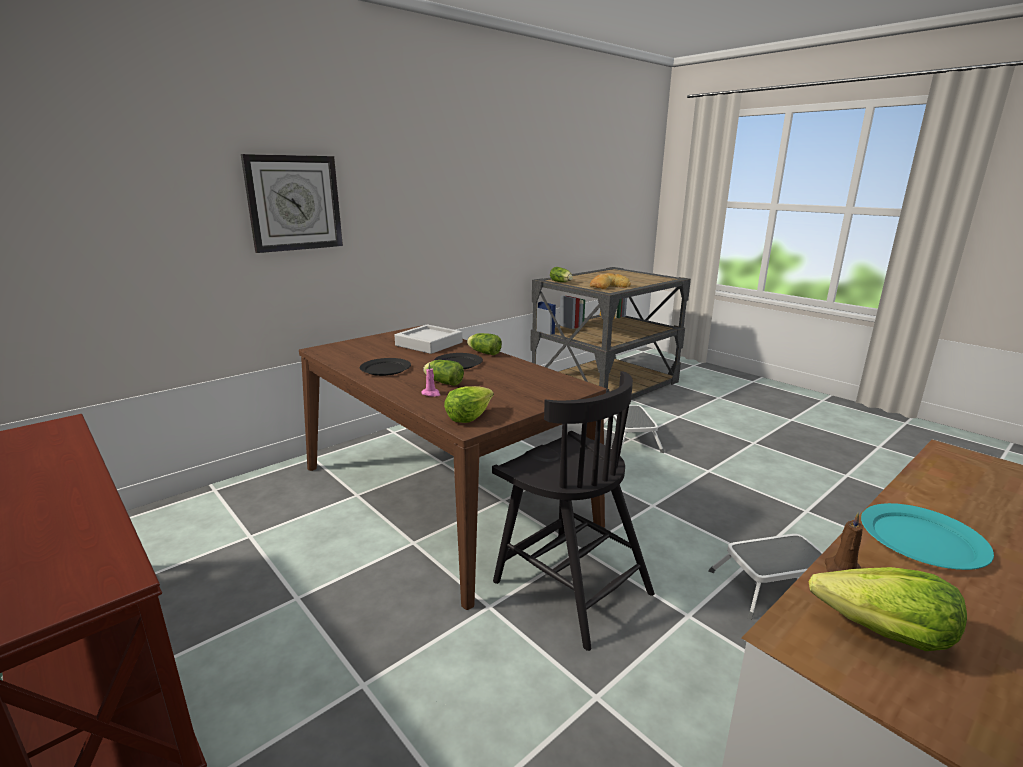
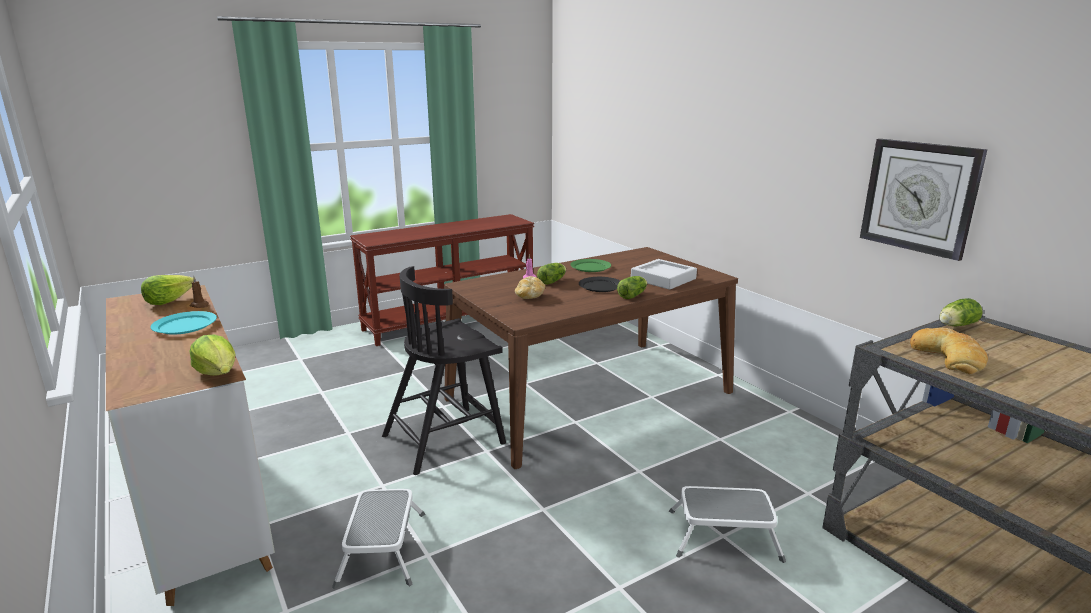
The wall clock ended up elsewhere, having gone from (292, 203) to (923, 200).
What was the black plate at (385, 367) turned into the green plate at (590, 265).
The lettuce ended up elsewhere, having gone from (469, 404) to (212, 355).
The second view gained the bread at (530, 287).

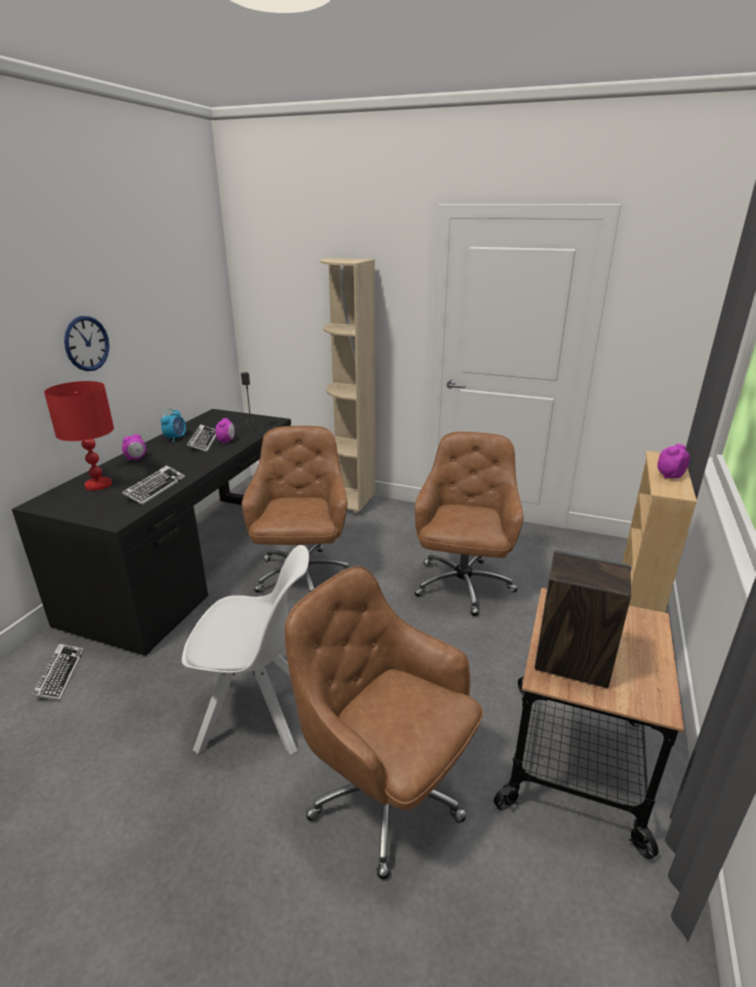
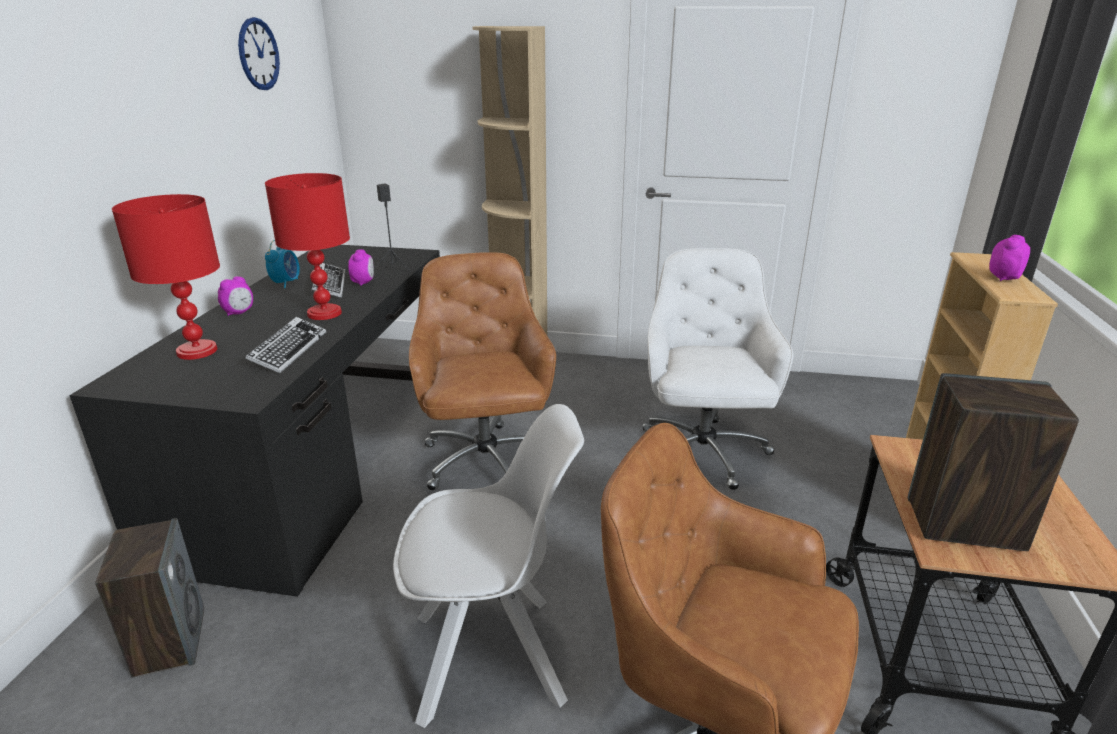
The wall clock ended up elsewhere, having gone from (86, 343) to (259, 53).
What was the brown office chair at (469, 524) turned into the white office chair at (718, 369).
Where the keyboard stood at (58, 672), the speaker came to stand at (149, 598).
The second view gained the red table lamp at (307, 246).

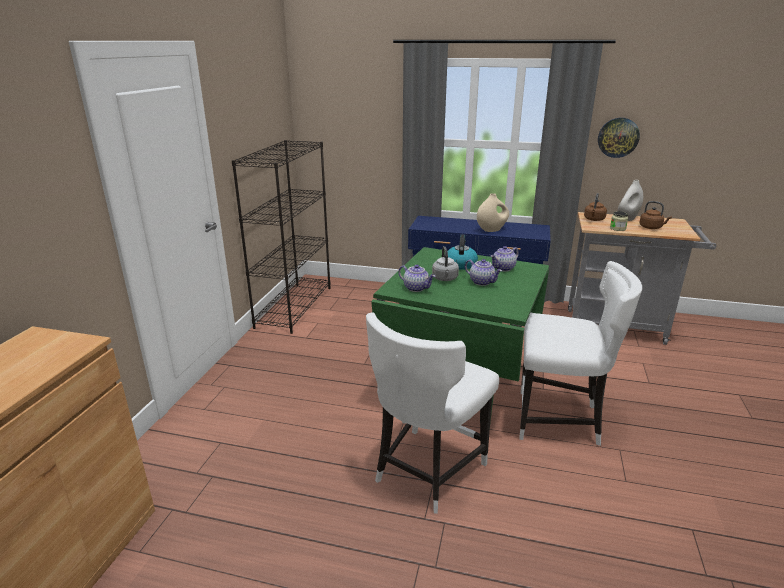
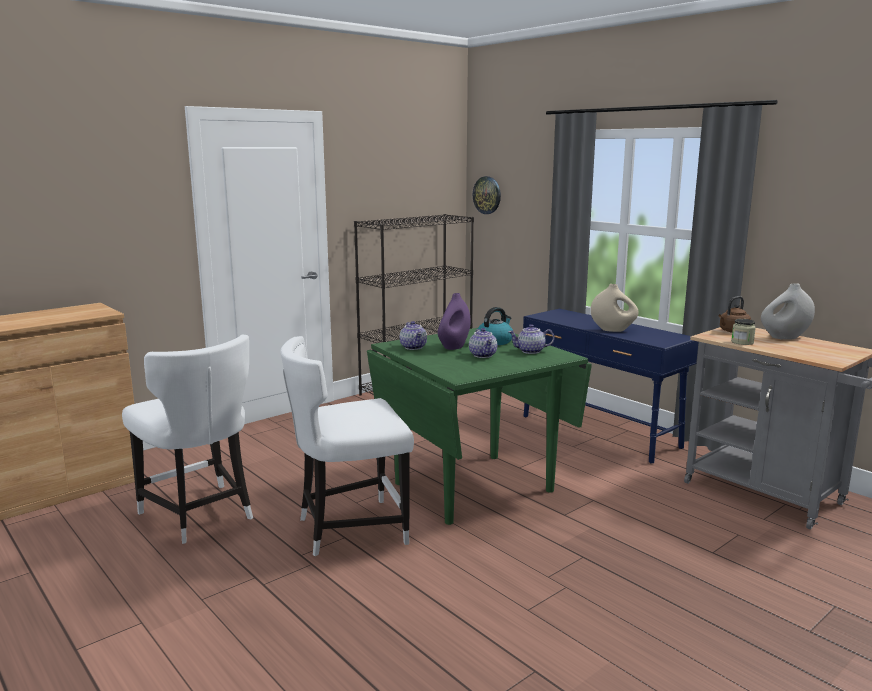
The wall clock ended up elsewhere, having gone from (619, 138) to (487, 195).
The second view lost the brown kettle at (655, 215).
Where the grey kettle stood at (445, 263), the purple vase came to stand at (454, 321).
The white chair ended up elsewhere, having gone from (580, 353) to (187, 439).

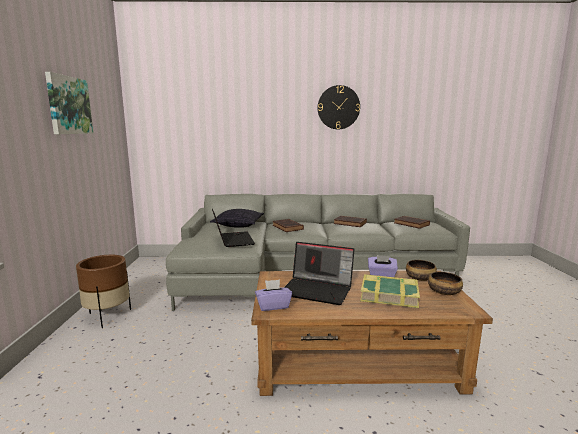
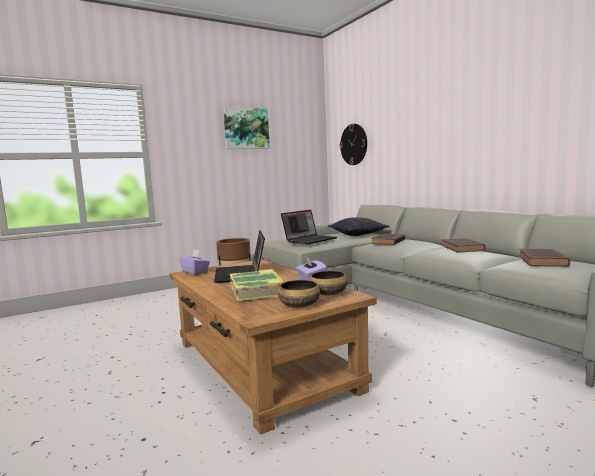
The wall clock ended up elsewhere, having gone from (339, 107) to (353, 144).

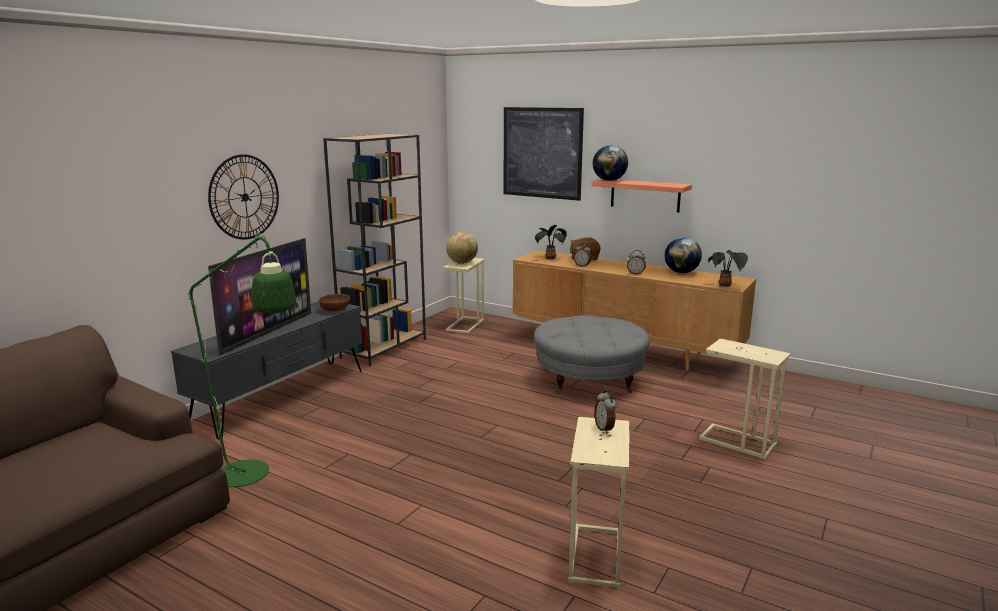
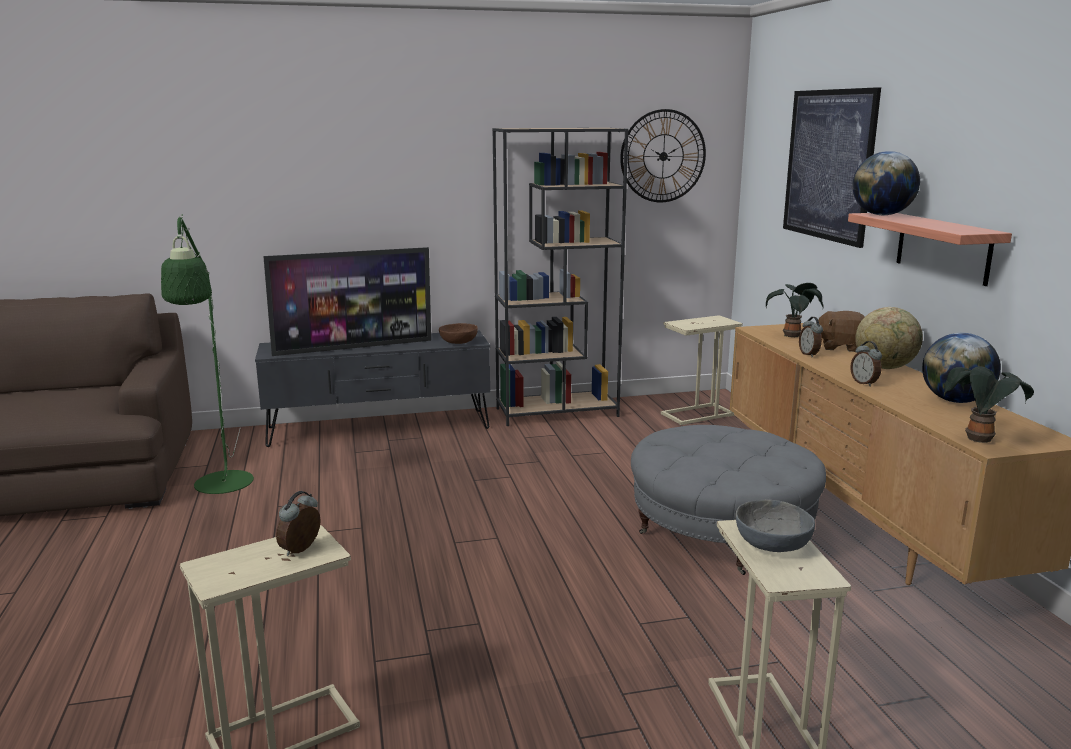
The wall clock ended up elsewhere, having gone from (243, 197) to (663, 156).
The globe ended up elsewhere, having gone from (462, 248) to (889, 338).
The second view gained the grey bowl at (775, 525).

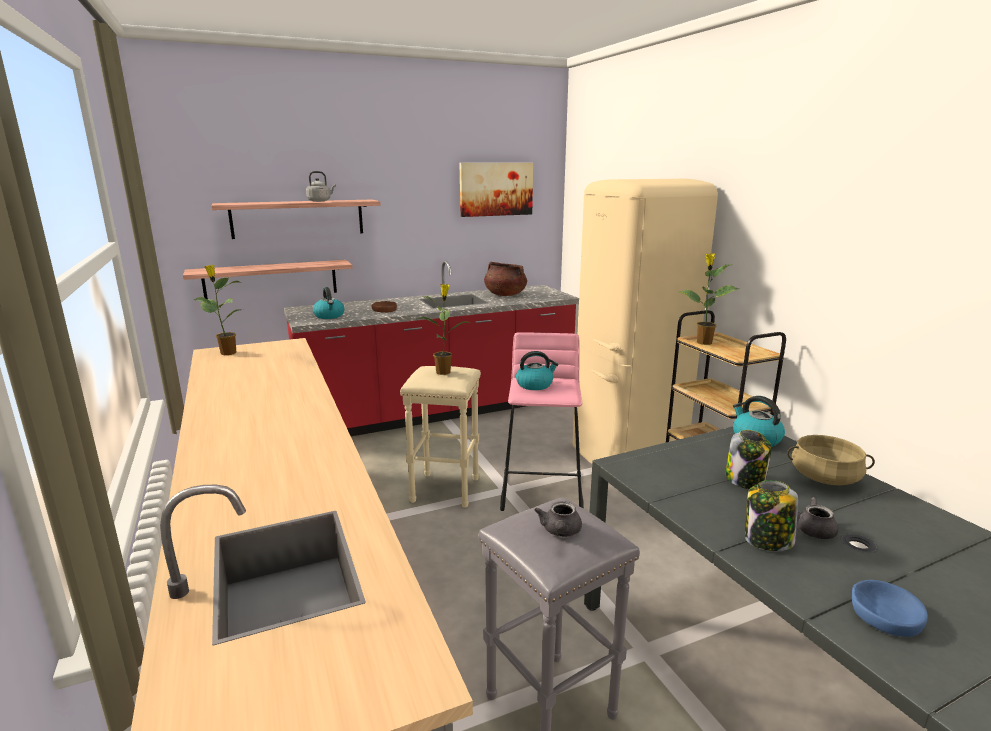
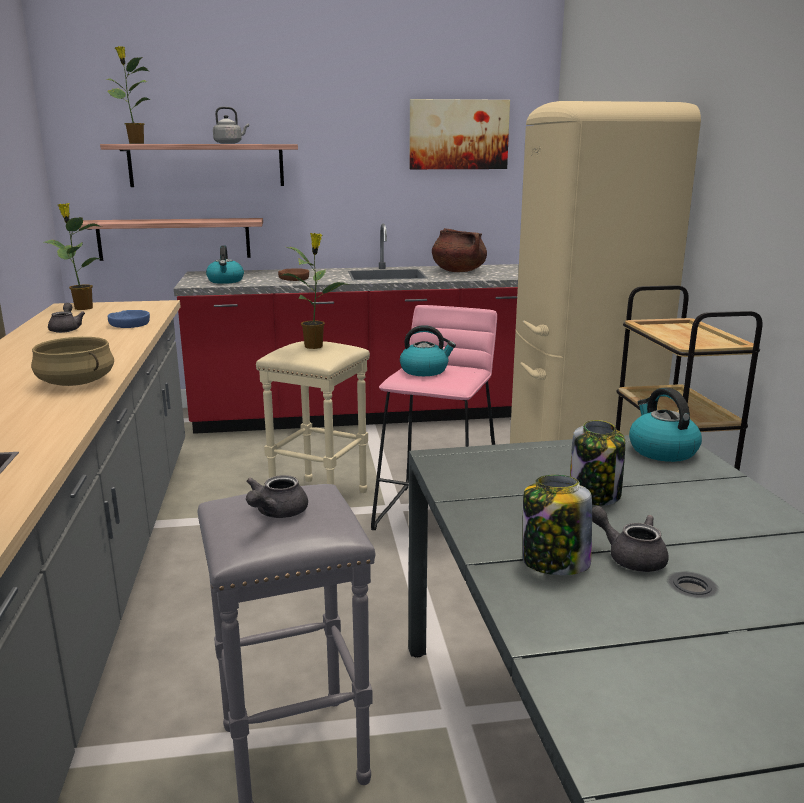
The potted plant ended up elsewhere, having gone from (709, 299) to (127, 95).
The beige cooking pot ended up elsewhere, having gone from (831, 460) to (72, 361).
The blue bowl ended up elsewhere, having gone from (890, 608) to (129, 319).
The second view gained the grey teapot at (66, 318).

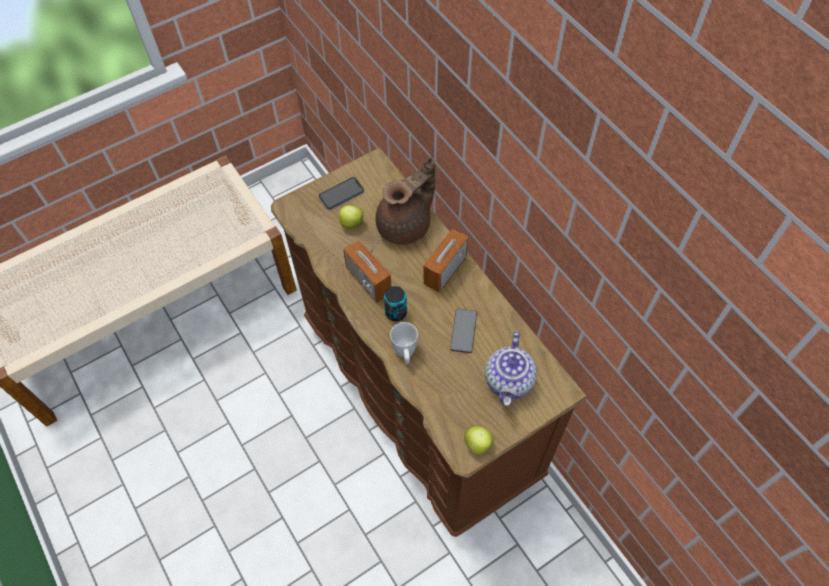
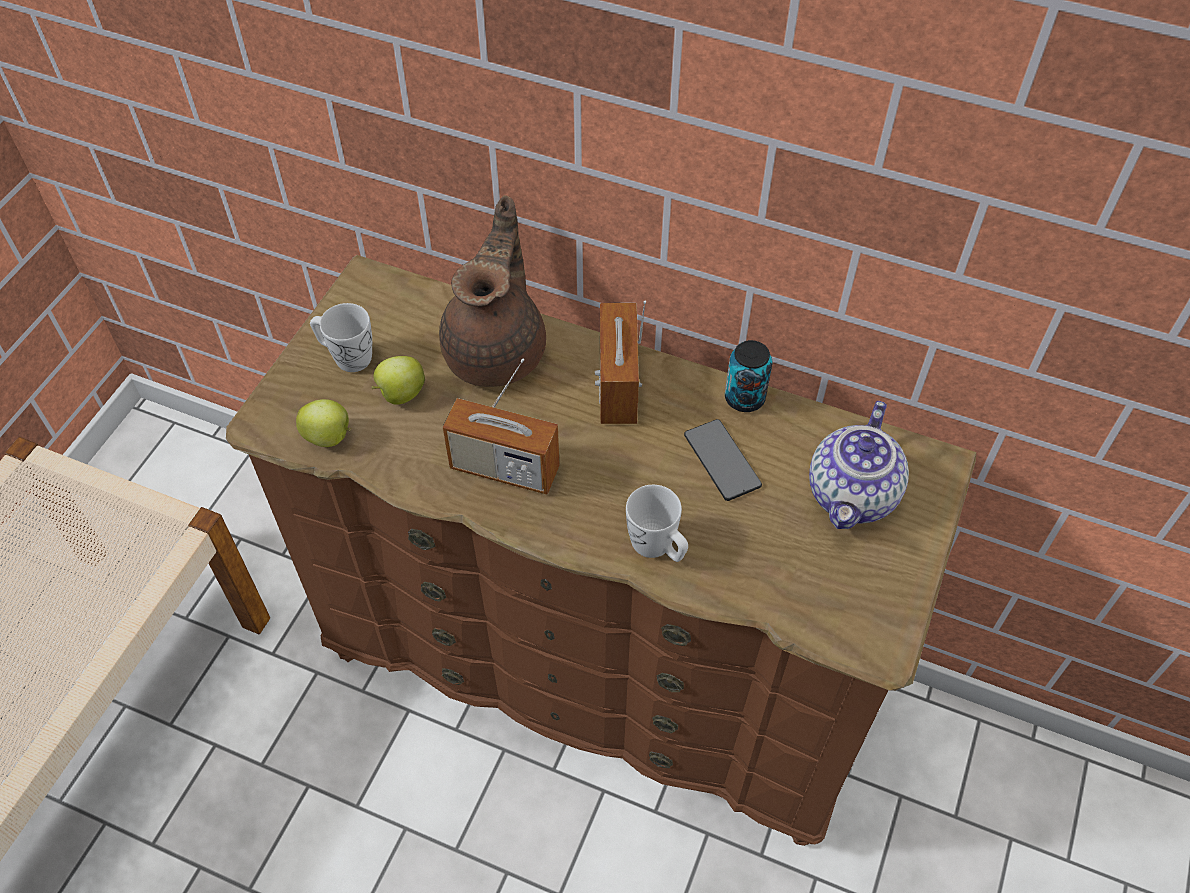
Where the phone stood at (341, 193), the white mug came to stand at (341, 337).
The can ended up elsewhere, having gone from (395, 303) to (748, 376).
The teapot at (511, 368) ended up facing another way, 45 degrees clockwise from before.
The apple ended up elsewhere, having gone from (479, 440) to (323, 423).

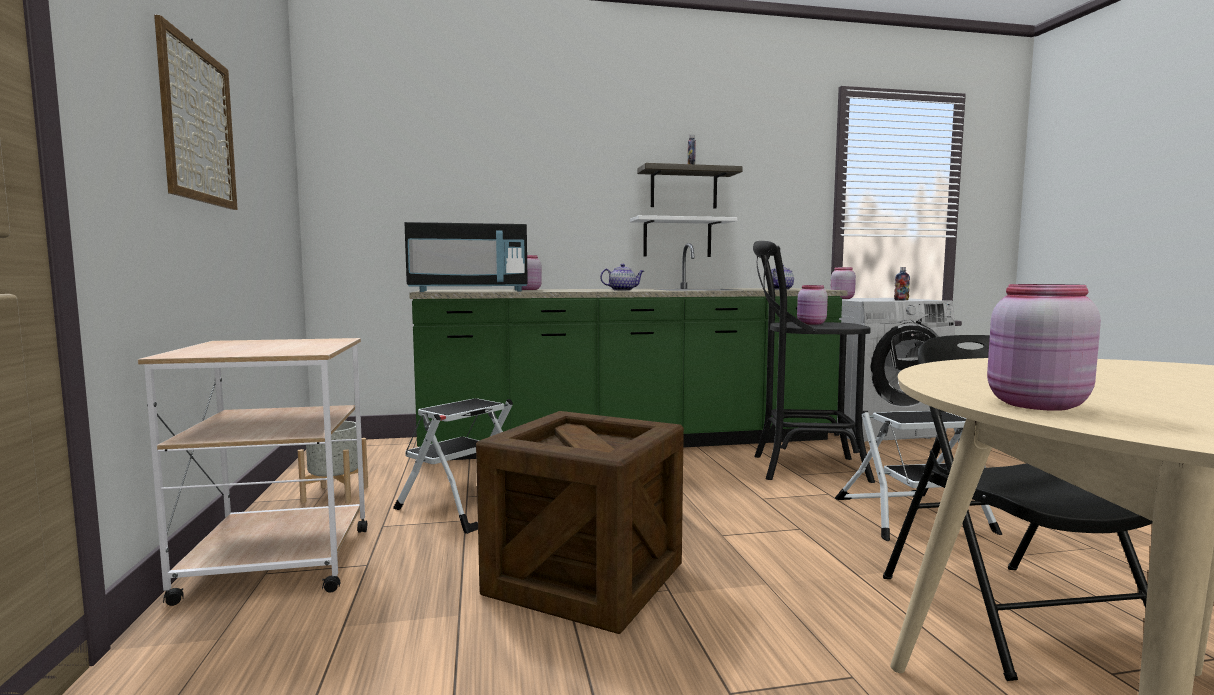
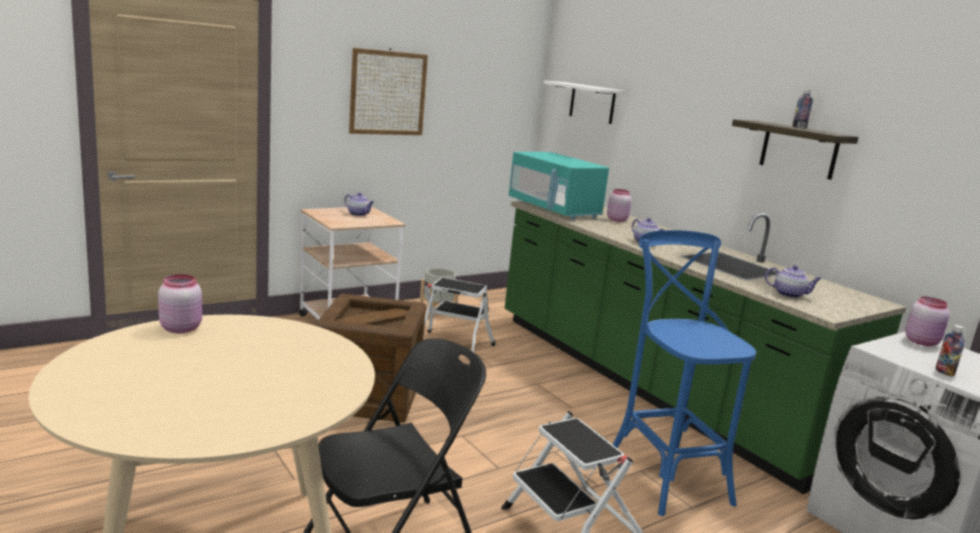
The white shelf ended up elsewhere, having gone from (684, 236) to (584, 102).
What was the black microwave at (466, 257) turned into the turquoise microwave at (559, 186).
What was the black stool at (814, 362) turned into the blue stool at (684, 373).
The second view lost the pink jar at (812, 305).
The second view gained the teapot at (359, 204).

